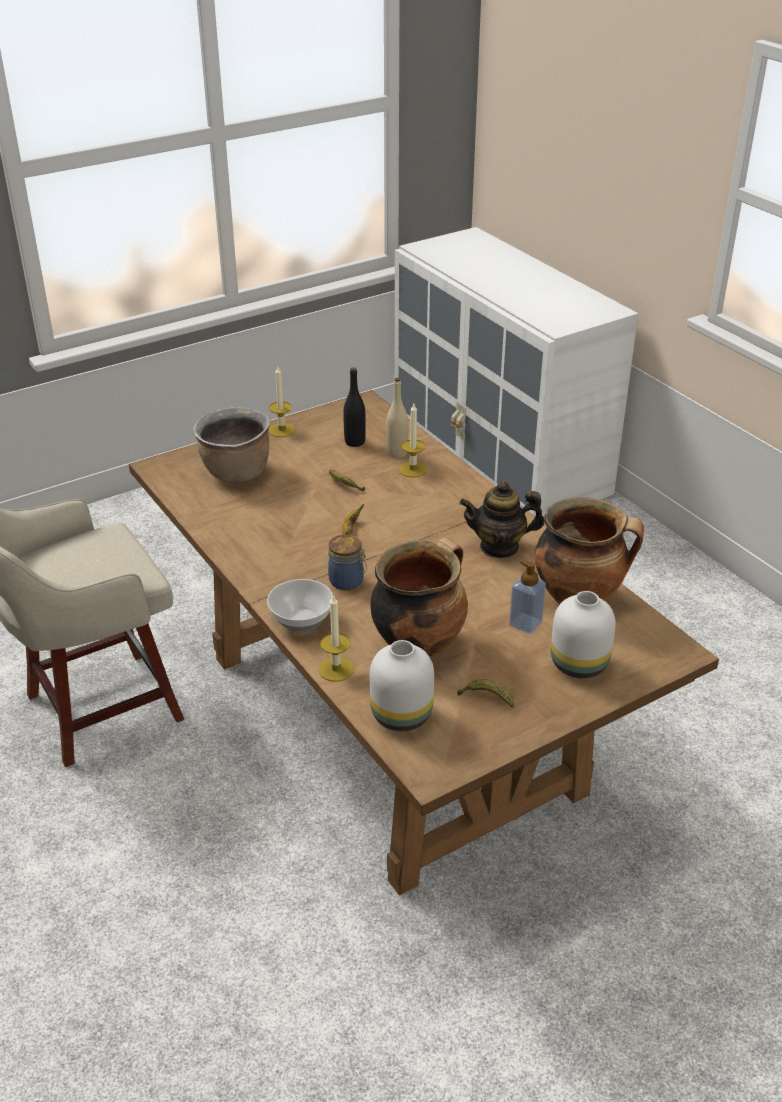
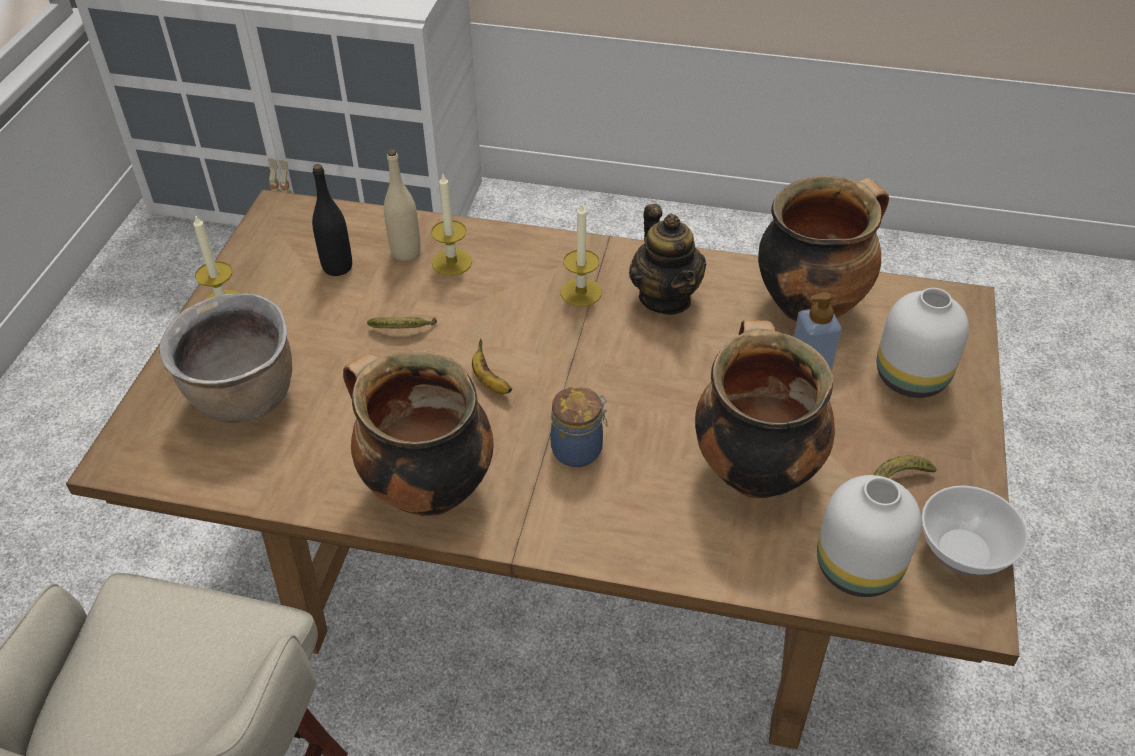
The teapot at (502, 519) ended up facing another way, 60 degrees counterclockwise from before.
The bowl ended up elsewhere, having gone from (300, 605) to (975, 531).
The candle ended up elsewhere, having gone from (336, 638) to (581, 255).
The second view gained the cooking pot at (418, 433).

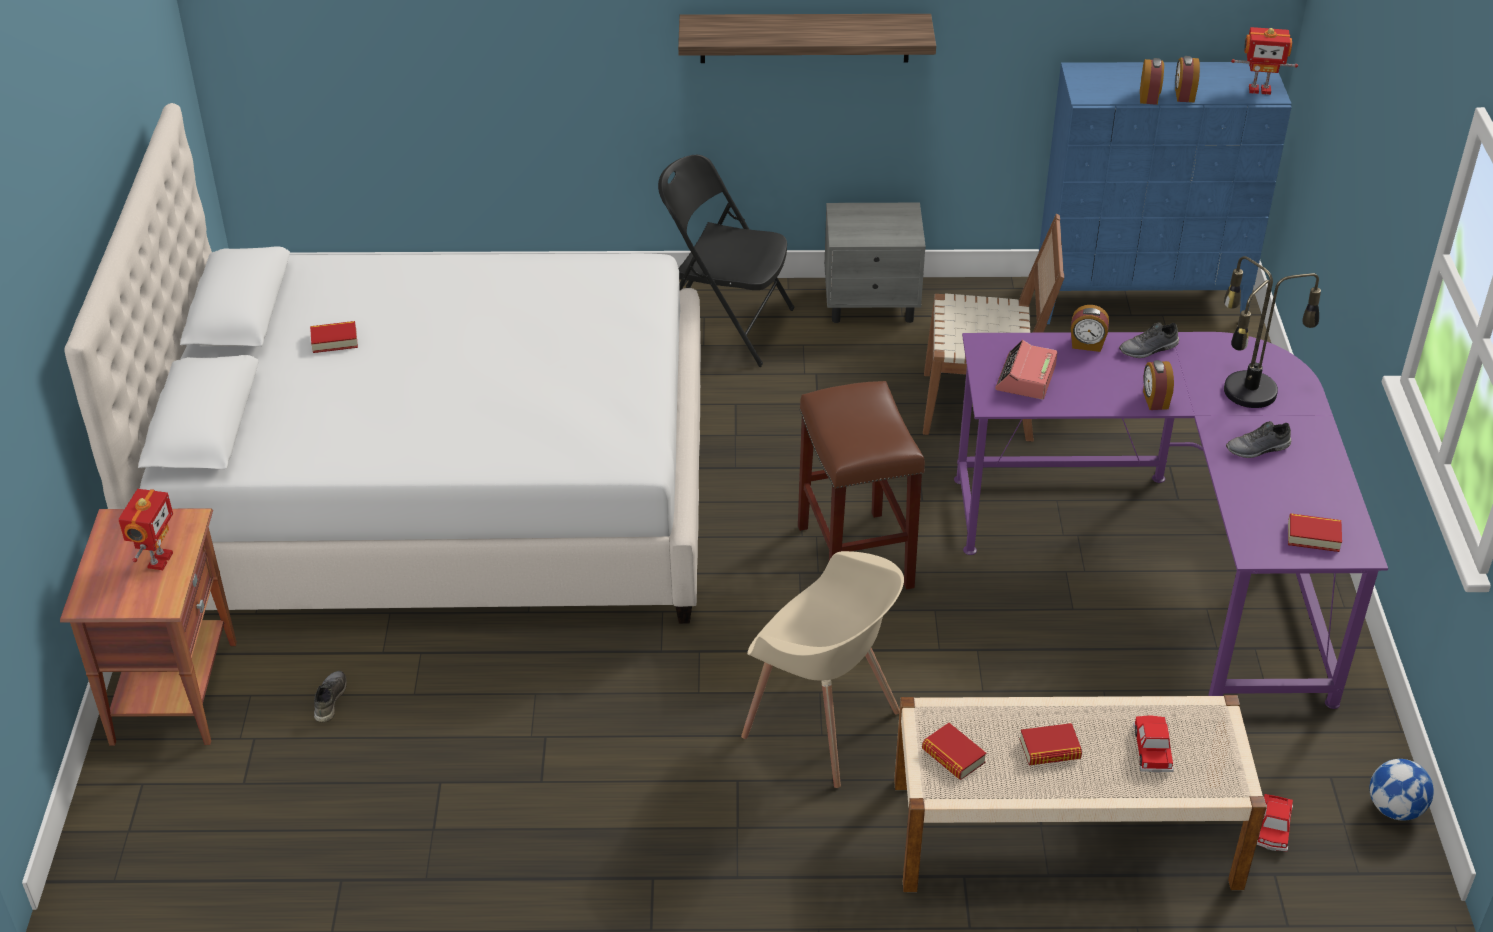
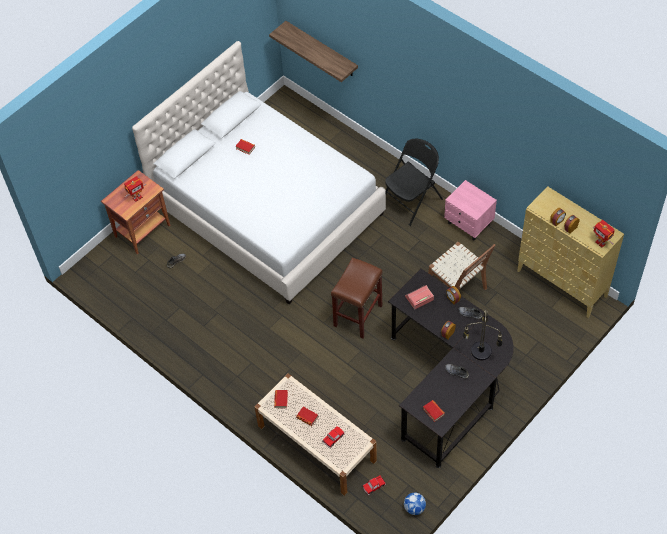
The shelf ended up elsewhere, having gone from (807, 38) to (313, 51).
What was the blue dresser at (1165, 193) turned into the beige dresser at (570, 252).
The black chair at (726, 261) ended up facing another way, 75 degrees clockwise from before.
What was the grey nightstand at (875, 263) turned into the pink nightstand at (470, 210).
What was the purple desk at (1171, 520) turned into the black desk at (451, 368).
The second view lost the beige chair at (822, 669).

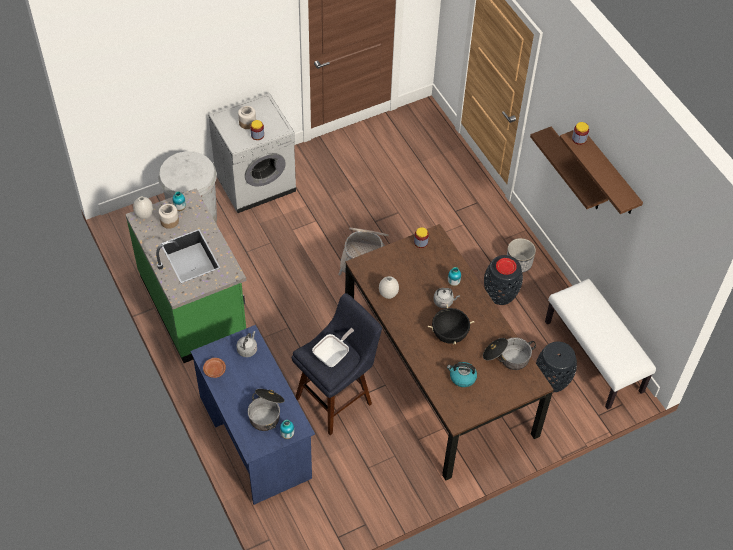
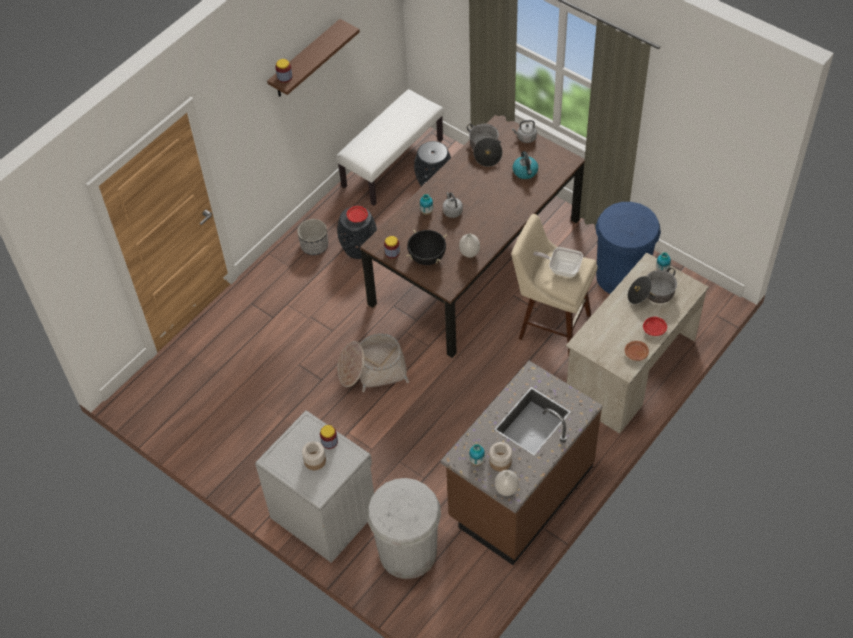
The second view lost the brown shelf at (569, 168).
What was the green counter at (185, 275) turned into the brown counter at (522, 463).
What was the blue stool at (337, 364) turned into the beige stool at (554, 285).
The black cooking pot ended up elsewhere, having gone from (451, 325) to (426, 247).
What was the blue desk at (252, 415) turned into the beige desk at (637, 343).
The grey kettle ended up elsewhere, having gone from (247, 344) to (524, 131).
The second view gained the blue trash can at (628, 248).
The second view gained the red plate at (655, 326).

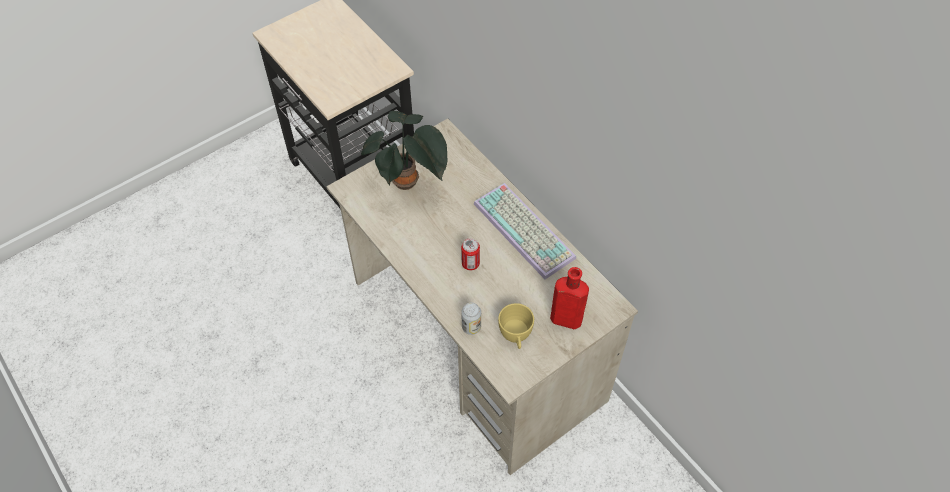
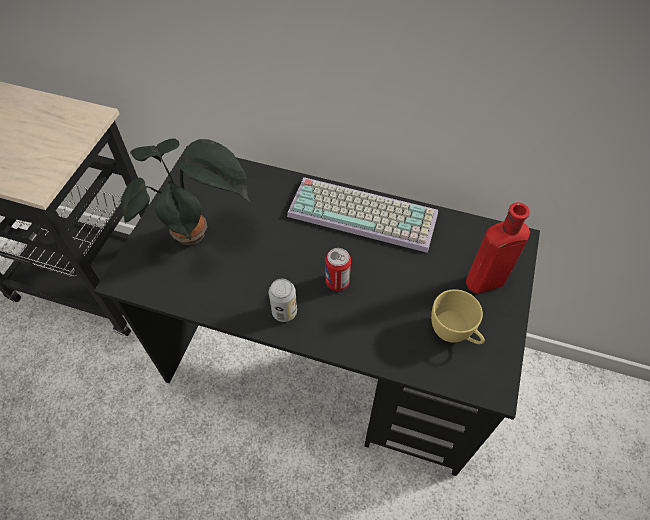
What was the beige desk at (482, 296) turned into the black desk at (317, 311).
The can ended up elsewhere, having gone from (471, 319) to (283, 300).

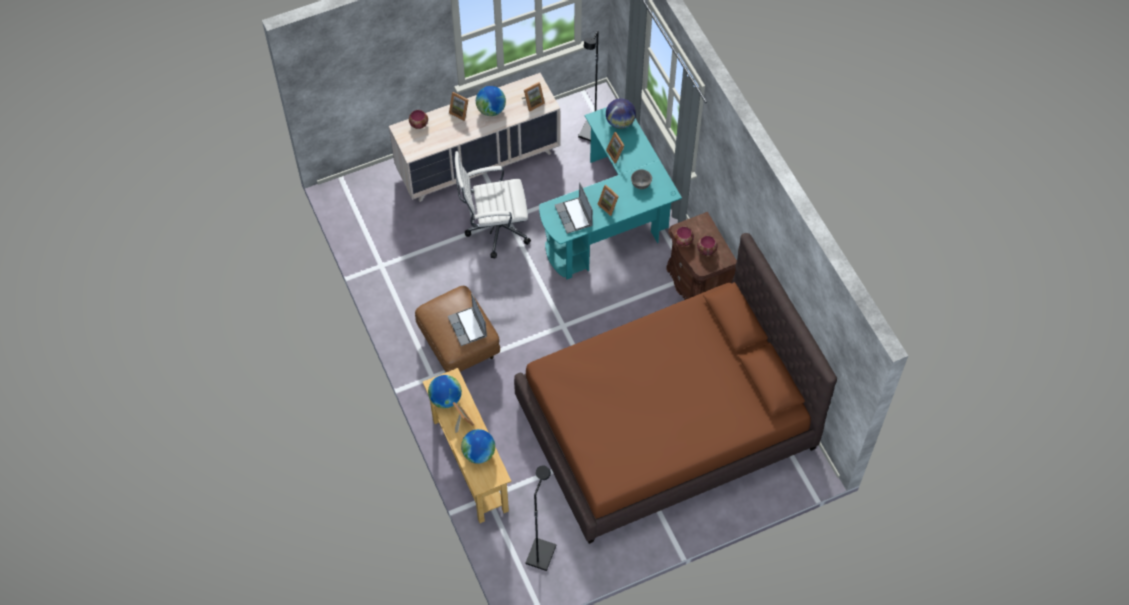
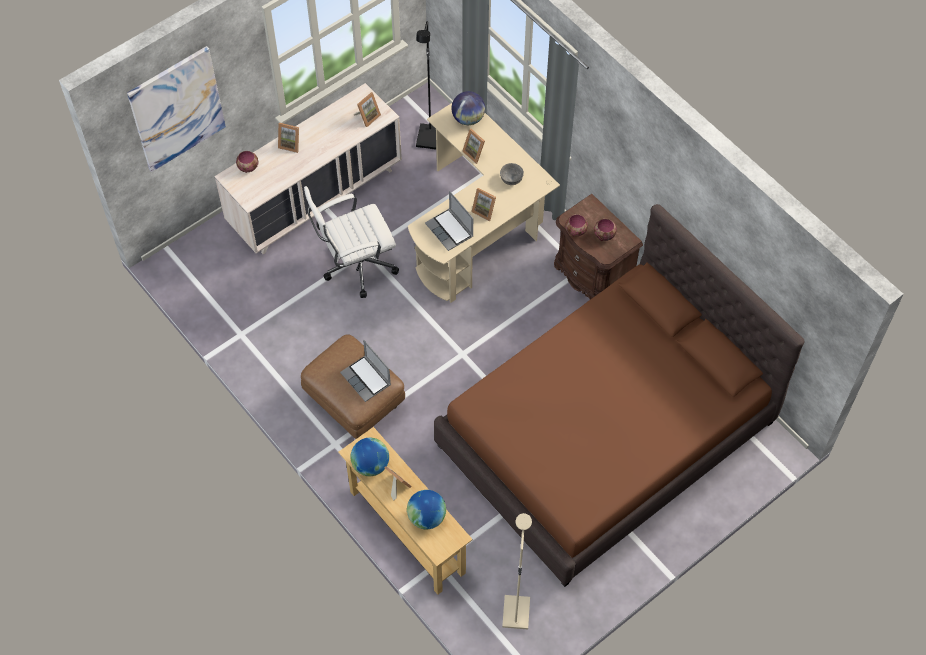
The second view lost the globe at (491, 101).
What was the turquoise desk at (610, 193) turned into the beige desk at (484, 203).
What was the black floor lamp at (540, 518) turned into the beige floor lamp at (517, 571).
The second view gained the picture at (176, 109).

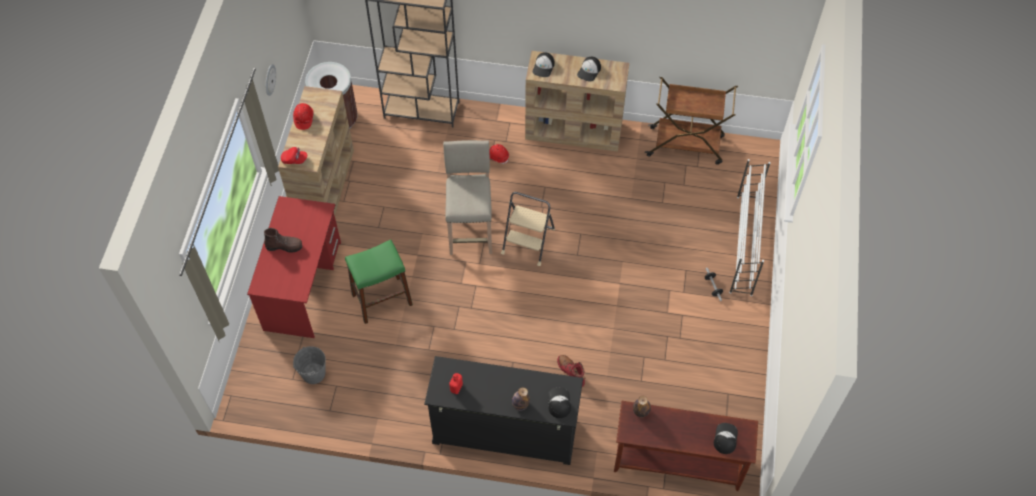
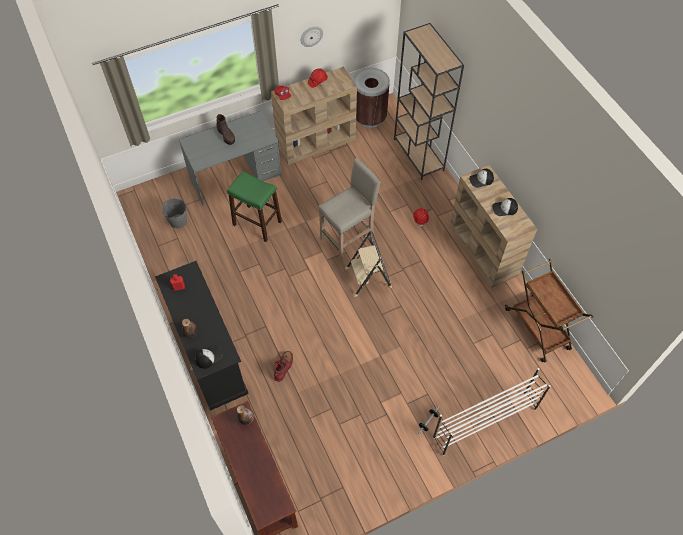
What was the red desk at (294, 267) turned into the grey desk at (230, 158).
The second view lost the cap at (726, 438).

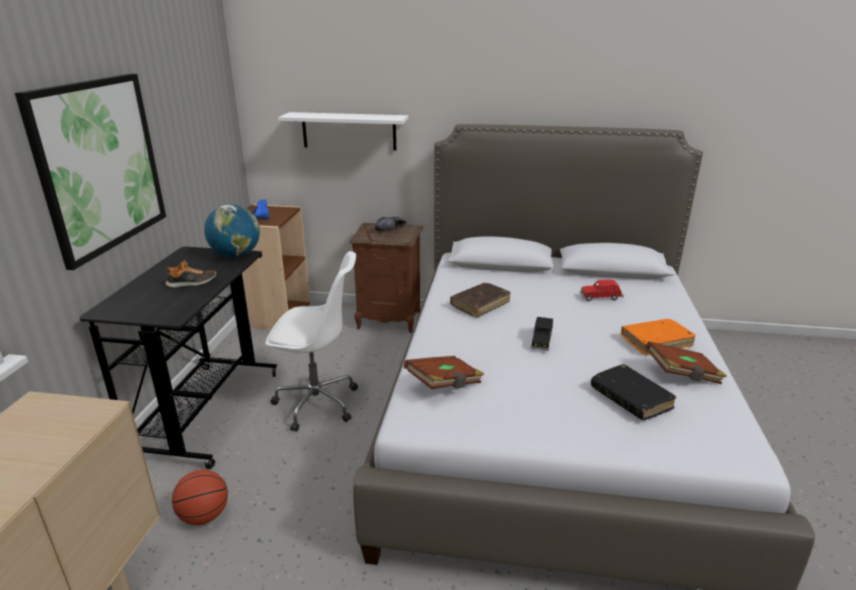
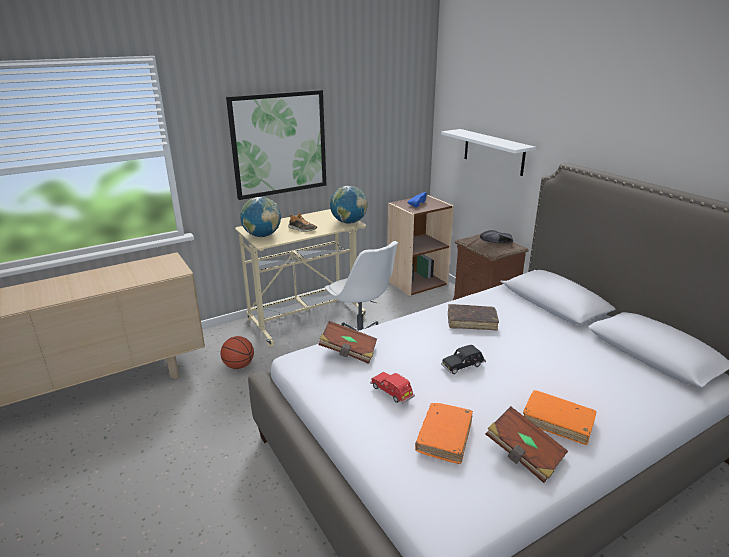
What was the black desk at (178, 358) turned into the beige desk at (300, 278).
The red toy car ended up elsewhere, having gone from (602, 290) to (392, 388).
What was the black book at (633, 392) turned into the orange book at (444, 433).
The second view gained the globe at (260, 217).

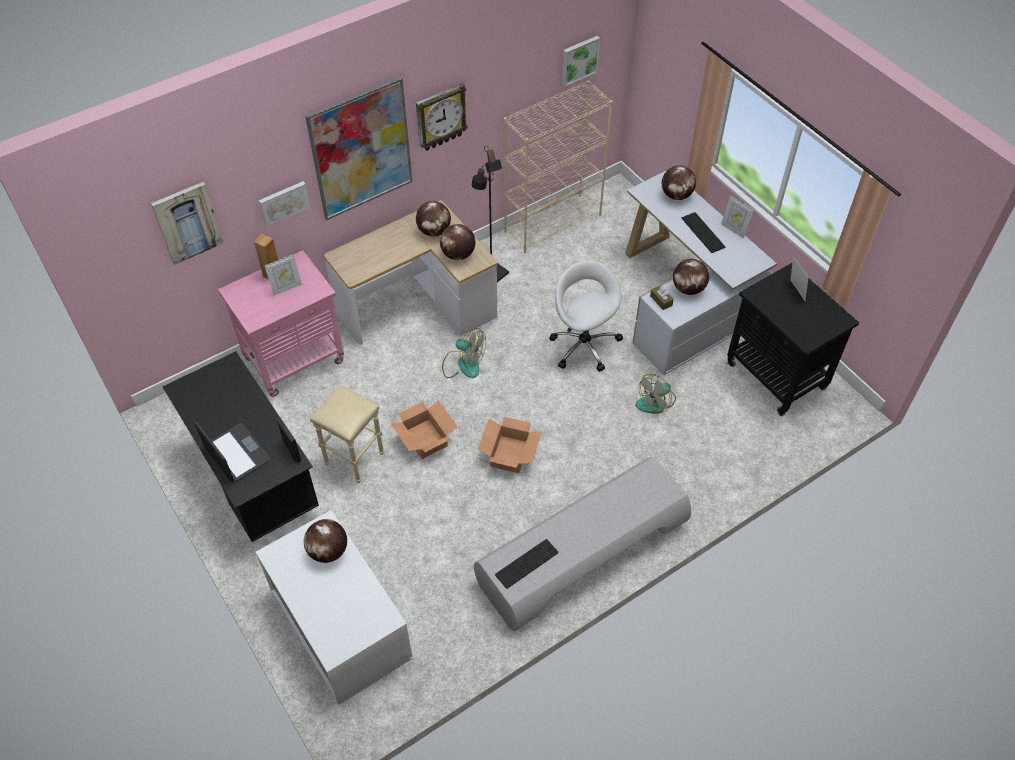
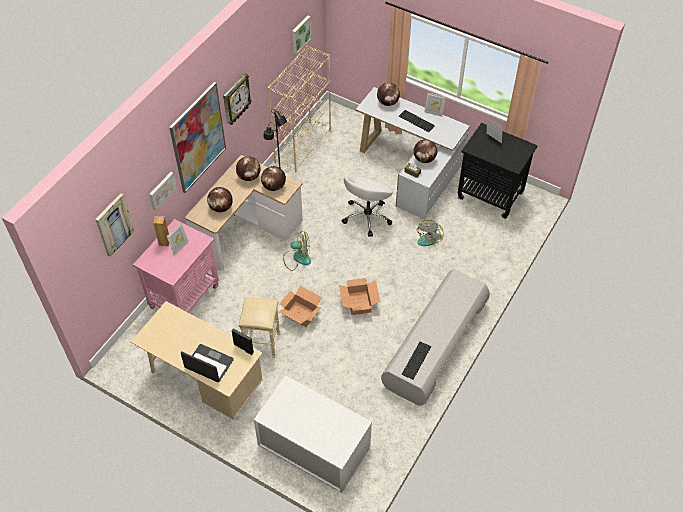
The white office chair at (586, 316) ended up facing another way, 90 degrees counterclockwise from before.
What was the black desk at (241, 446) turned into the beige desk at (197, 360).
The globe ended up elsewhere, having gone from (325, 541) to (220, 199).

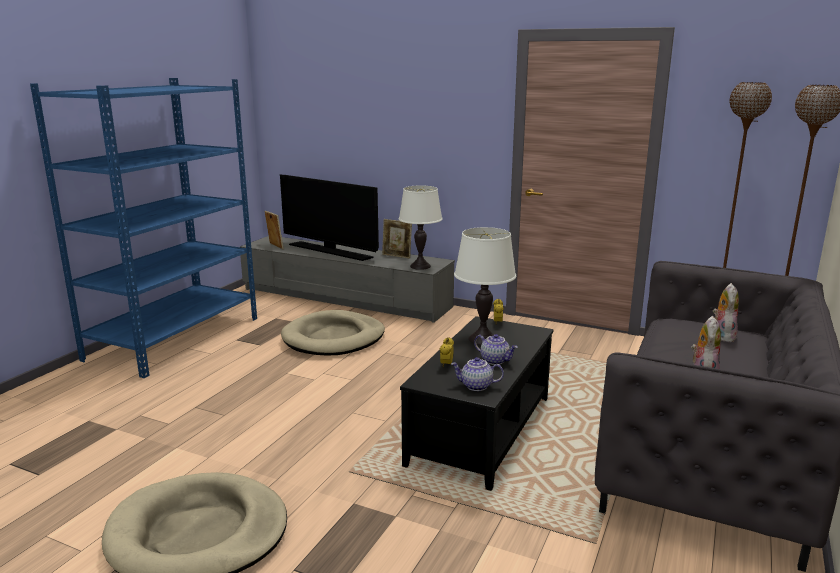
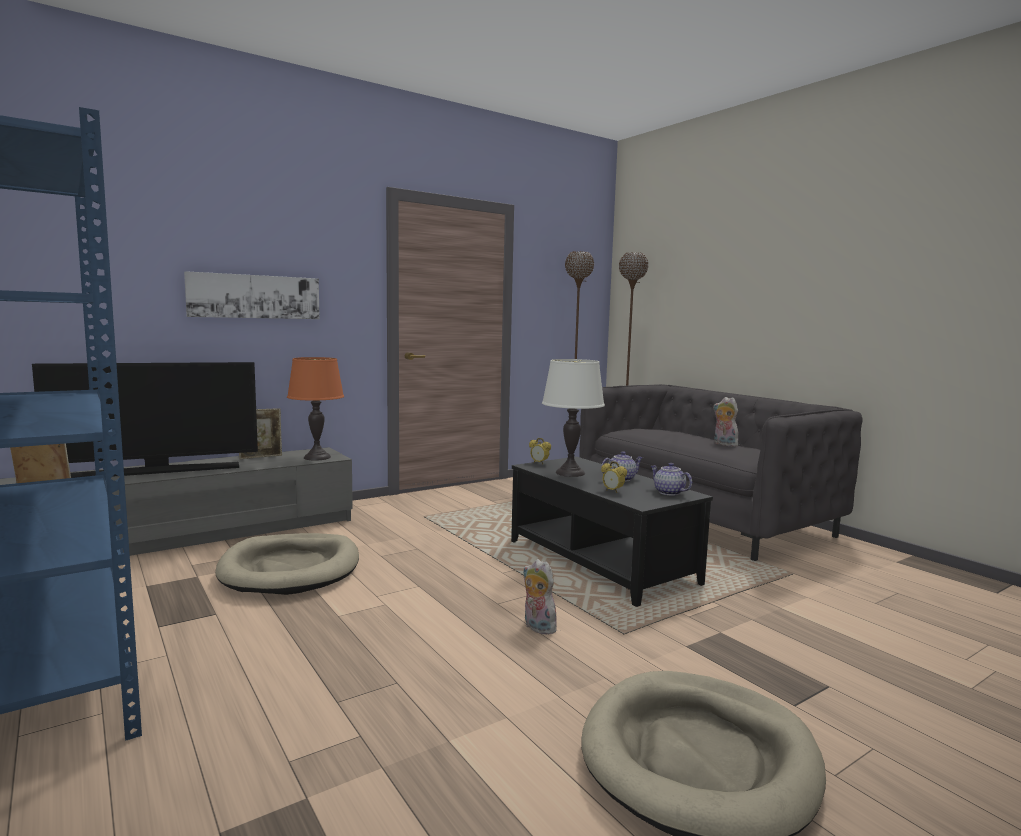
What was the white table lamp at (420, 228) turned into the orange table lamp at (315, 409).
The plush toy ended up elsewhere, having gone from (726, 312) to (540, 597).
The teapot at (477, 374) ended up facing another way, 105 degrees clockwise from before.
The second view gained the picture at (252, 295).

